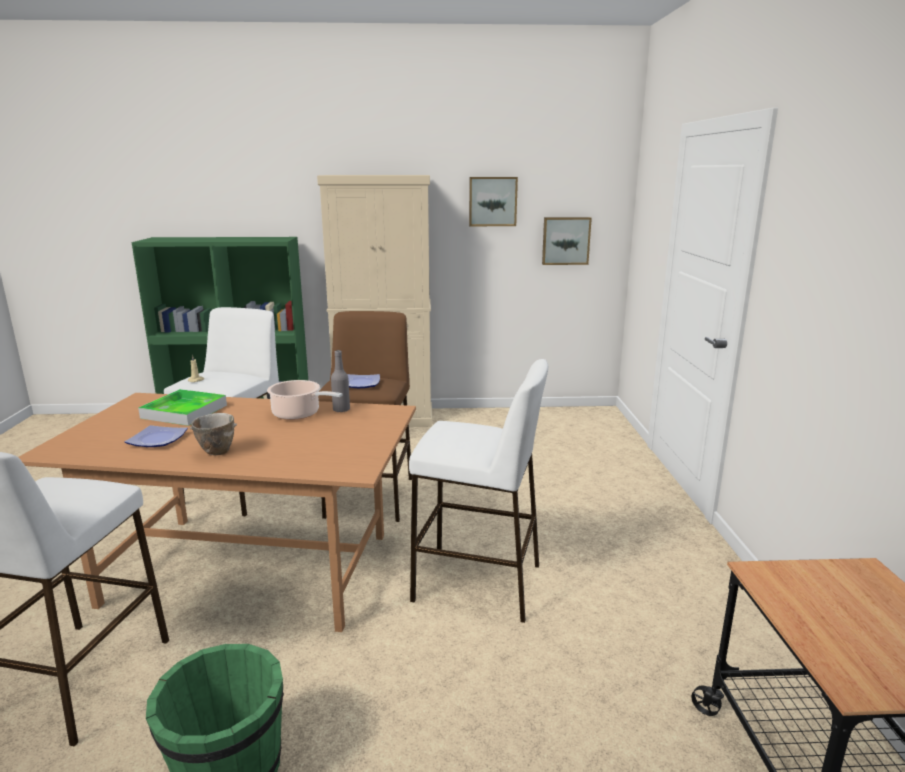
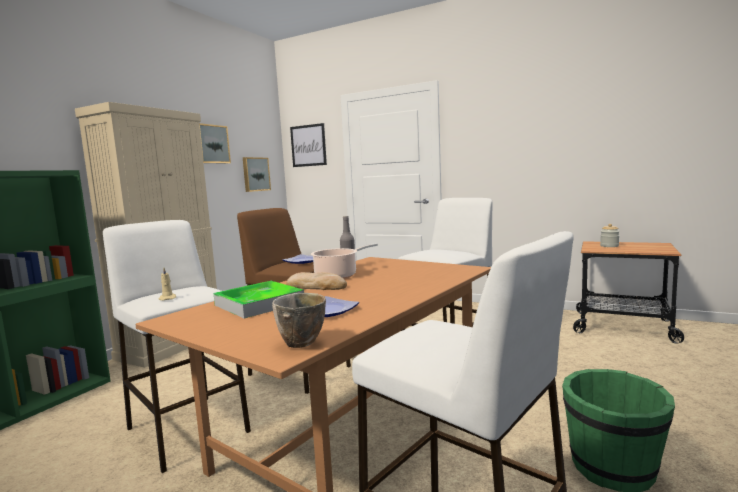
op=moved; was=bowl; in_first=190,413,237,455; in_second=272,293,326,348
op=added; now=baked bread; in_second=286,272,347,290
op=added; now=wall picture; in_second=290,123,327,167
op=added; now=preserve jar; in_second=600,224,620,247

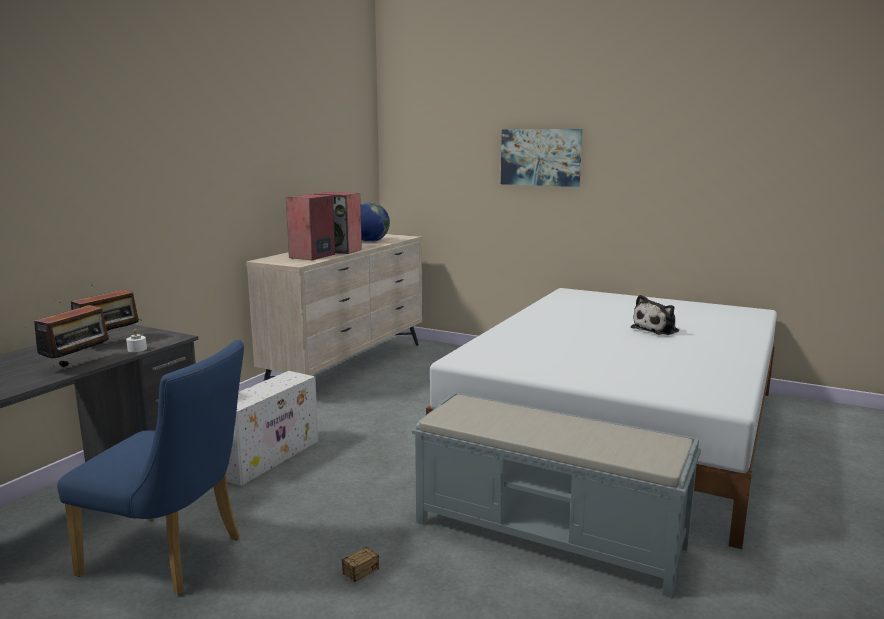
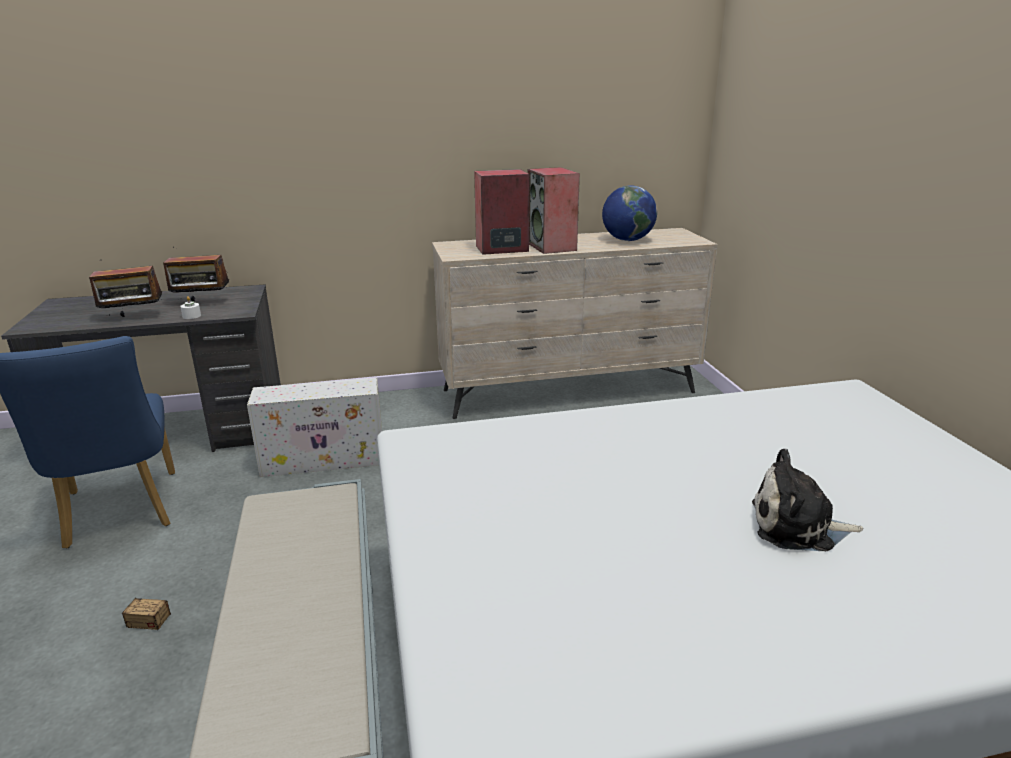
op=removed; was=wall picture; in_first=501,129,582,187

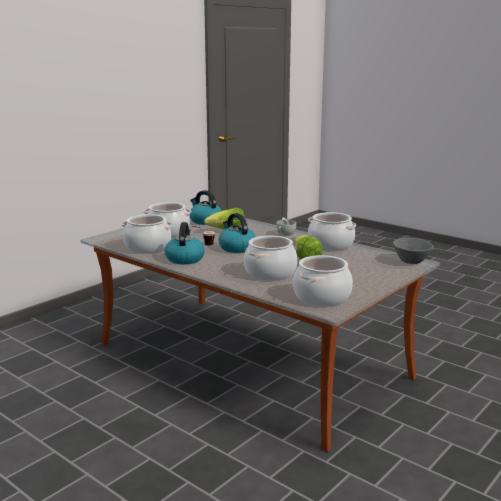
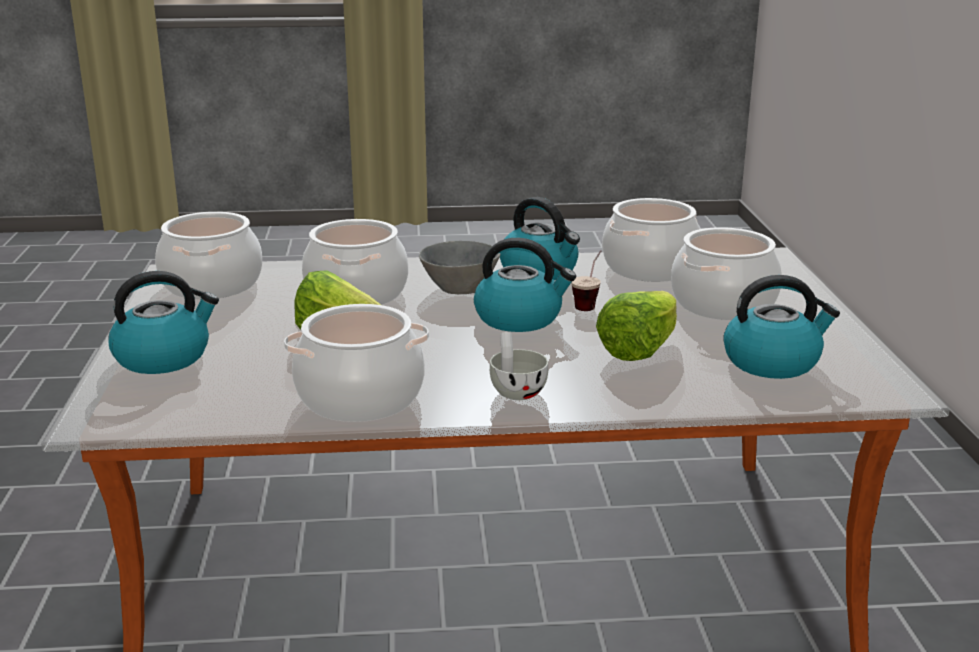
op=added; now=kettle; in_second=109,271,219,374
op=moved; was=bowl (greyish); in_first=393,238,433,264; in_second=419,241,500,294

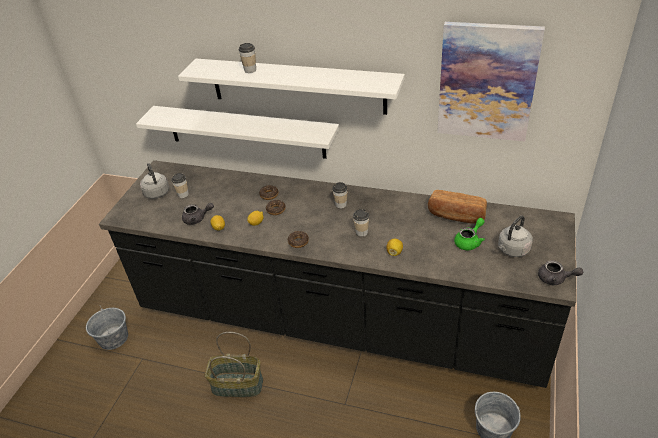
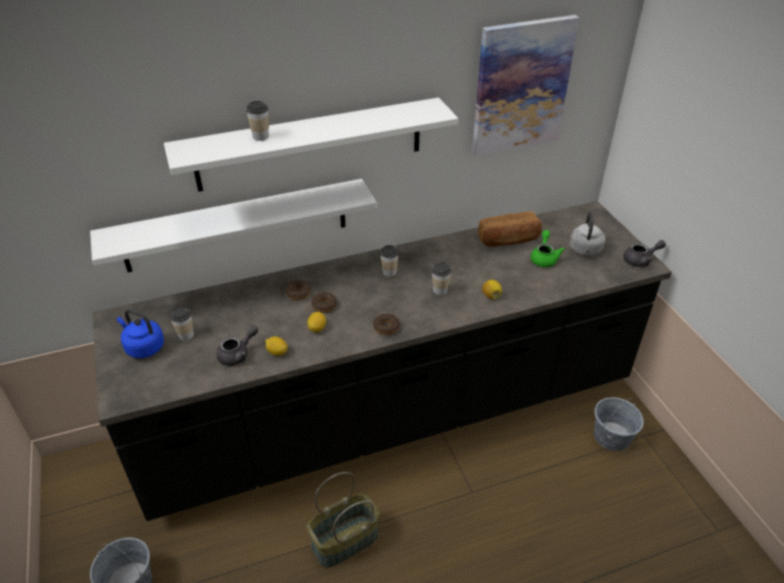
op=recoloured; was=kettle (greyish); now=kettle (blue-coloured); in_first=140,163,169,199; in_second=117,309,164,358

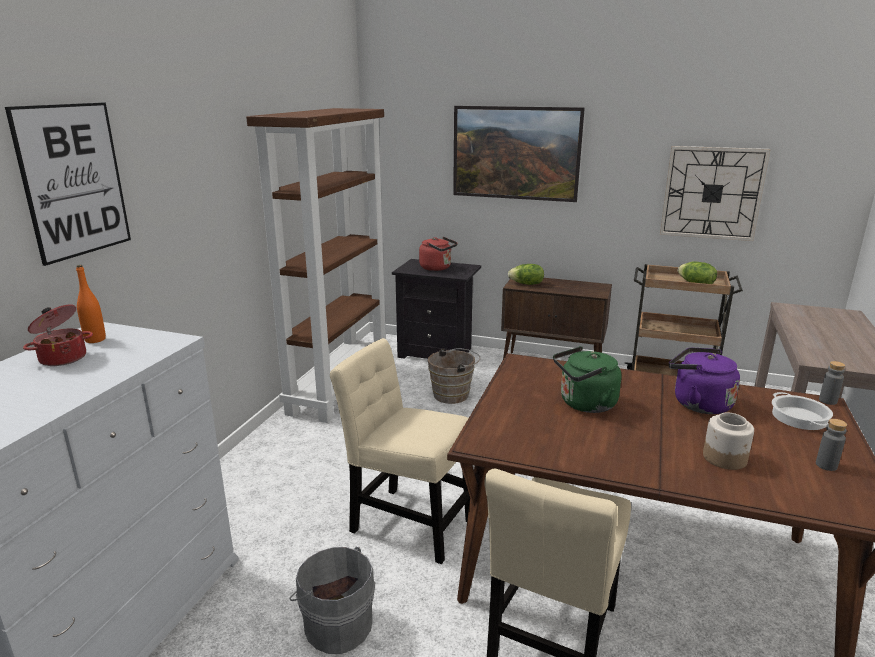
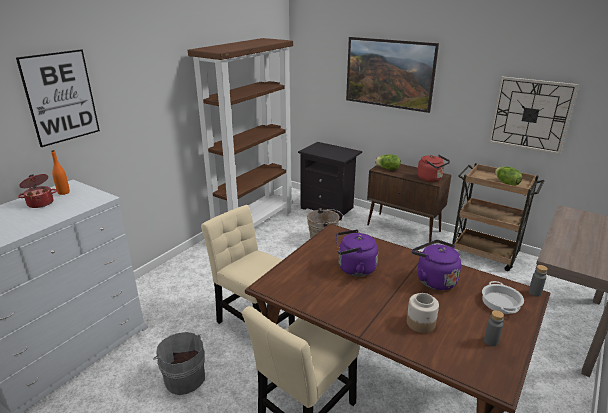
op=recoloured; was=kettle (greenish); now=kettle (purple); in_first=553,346,621,413; in_second=336,229,378,276
op=moved; was=kettle (red-coloured); in_first=419,237,458,271; in_second=417,155,450,182

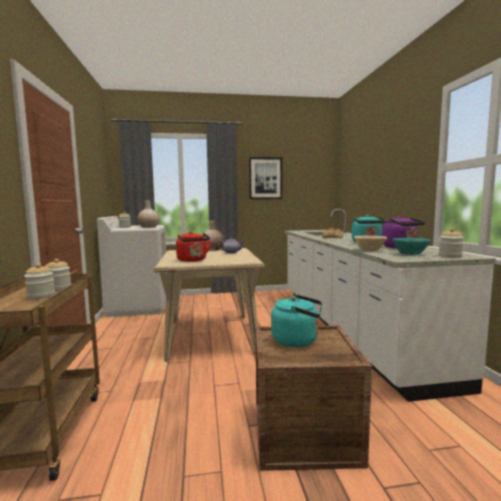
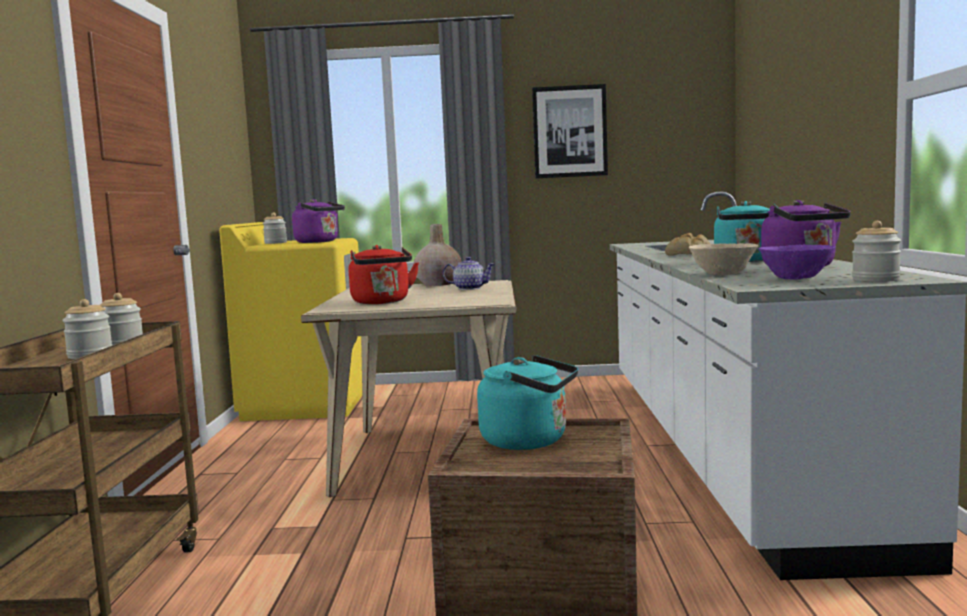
op=recoloured; was=washing machine (whitish); now=washing machine (yellow); in_first=97,216,167,317; in_second=219,222,362,421
op=replaced; was=flower vase (beige-coloured); now=kettle (purple); in_first=137,200,160,228; in_second=292,199,345,243
op=recoloured; was=bowl (turquoise-coloured); now=bowl (purple); in_first=393,238,431,255; in_second=759,245,836,280

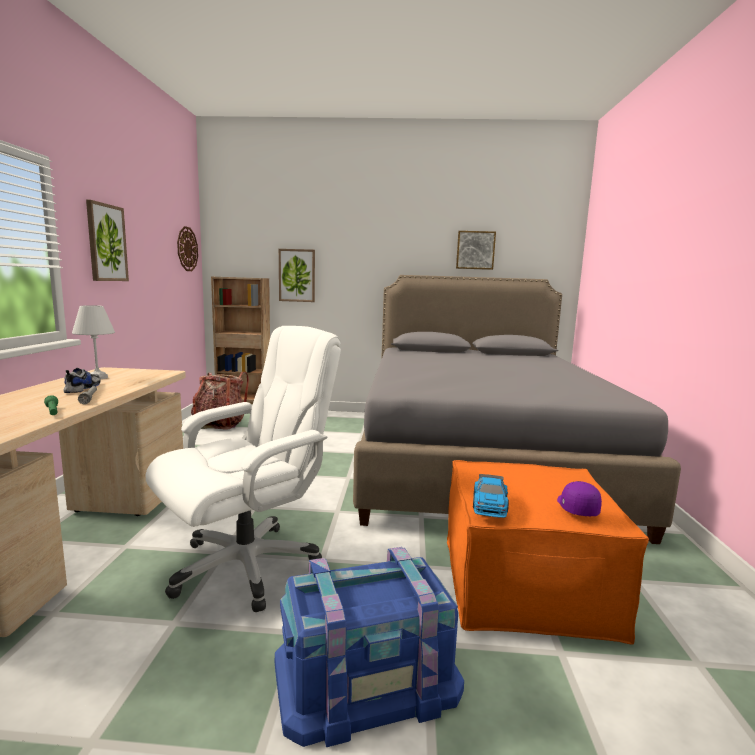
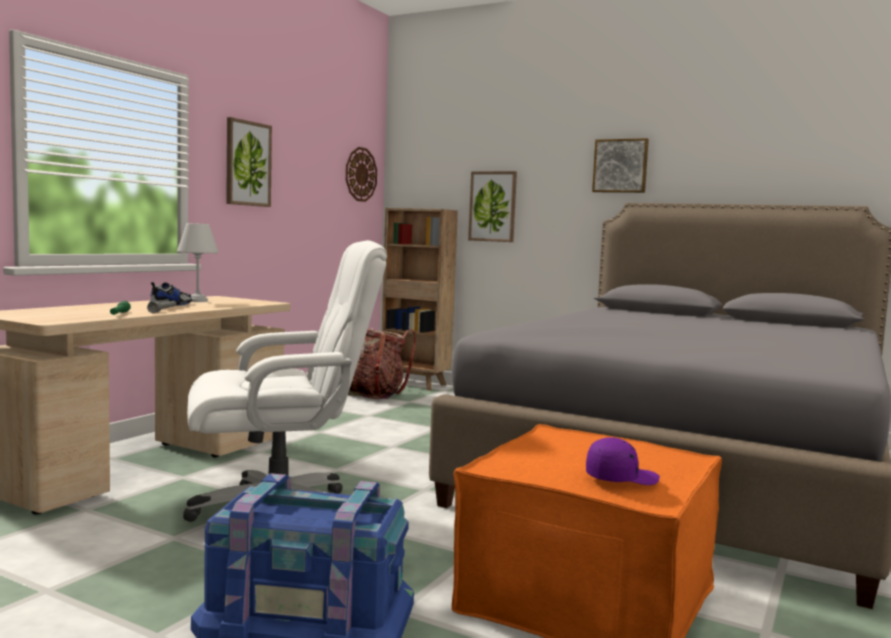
op=turned; was=peaked cap (purple); in_first=557,481,602,516; in_second=586,437,660,485; clockwise=45
op=moved; was=wall picture; in_first=456,231,496,270; in_second=592,138,649,193
op=removed; was=toy car; in_first=473,474,509,518

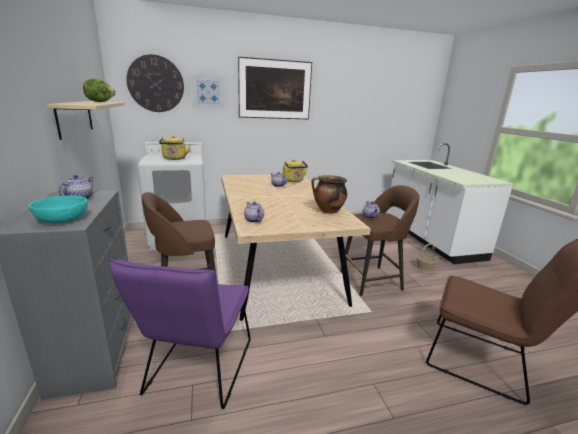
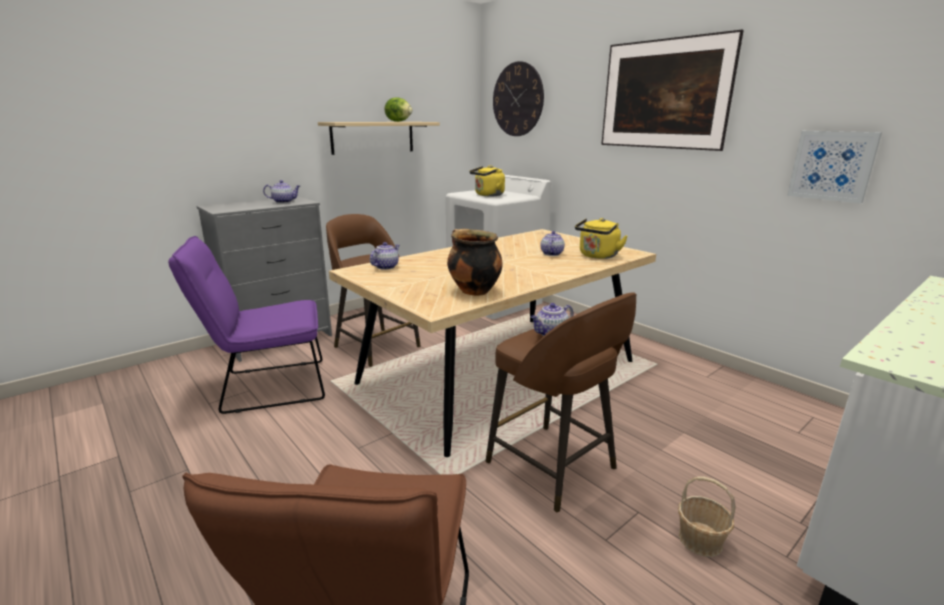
op=moved; was=wall picture; in_first=192,75,224,109; in_second=787,131,882,203
op=removed; was=bowl (turquoise-coloured); in_first=29,195,88,224

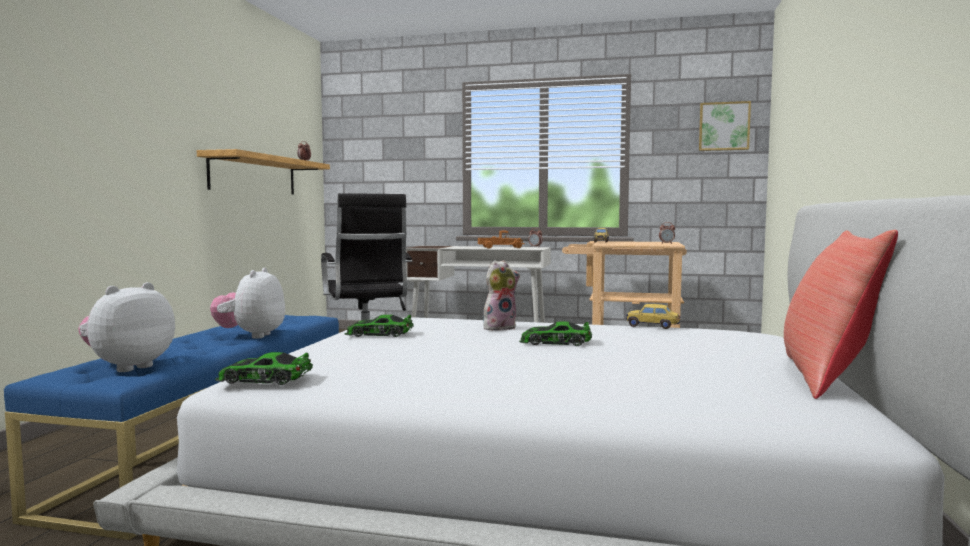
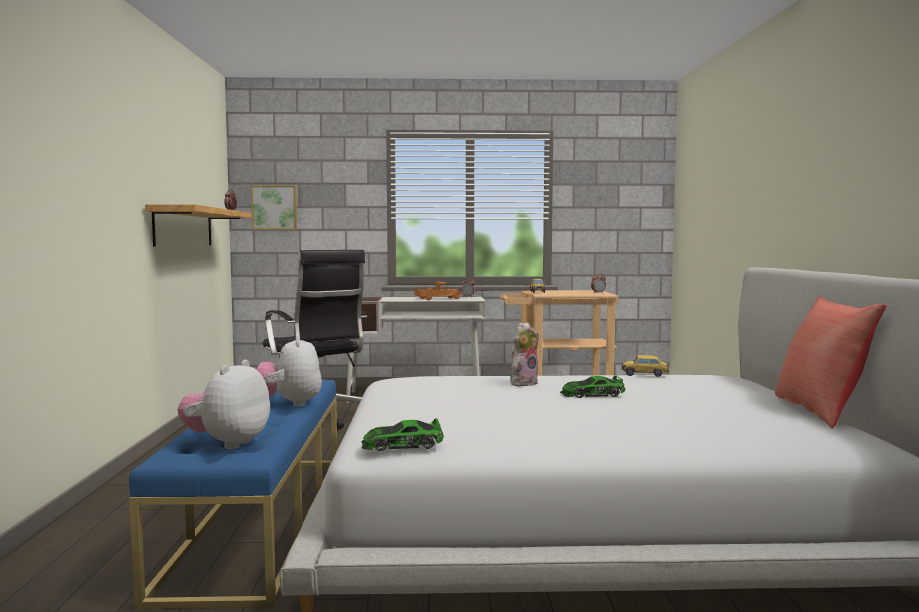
op=moved; was=wall picture; in_first=699,101,751,151; in_second=251,185,297,230
op=removed; was=toy car; in_first=345,315,414,337

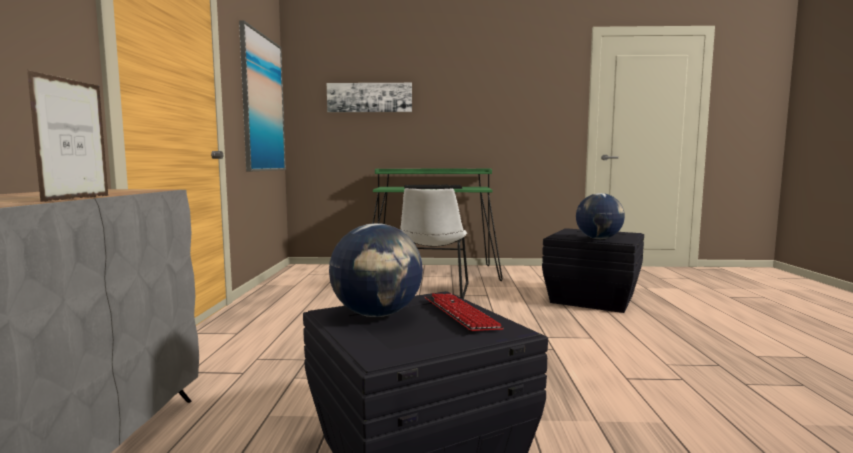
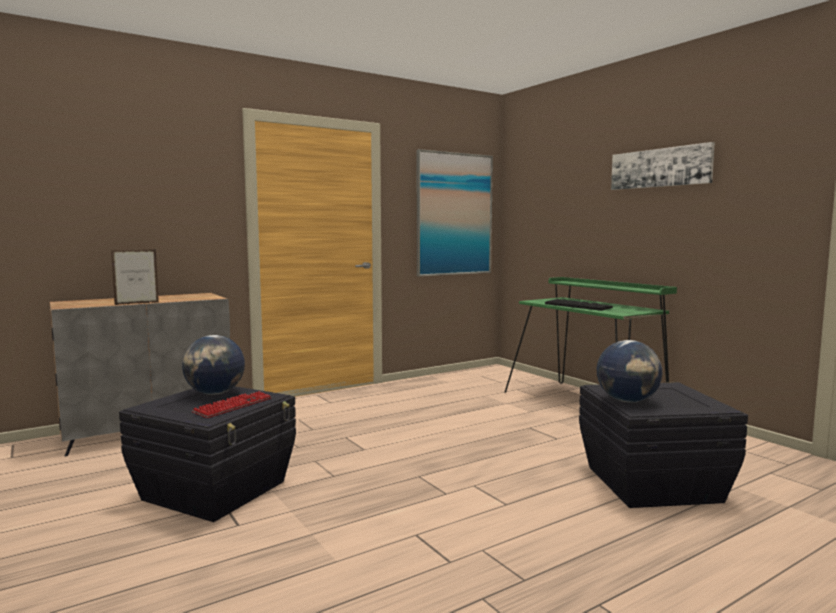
op=moved; was=wall picture; in_first=327,83,412,113; in_second=611,142,715,190
op=removed; was=upright chair (whitish); in_first=401,188,468,299

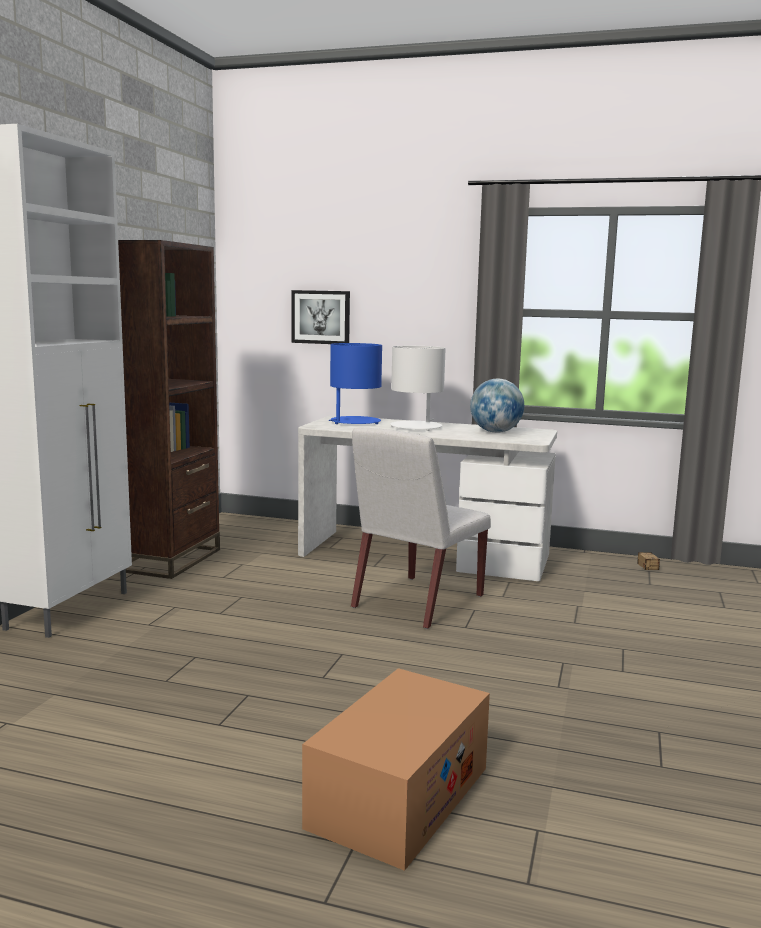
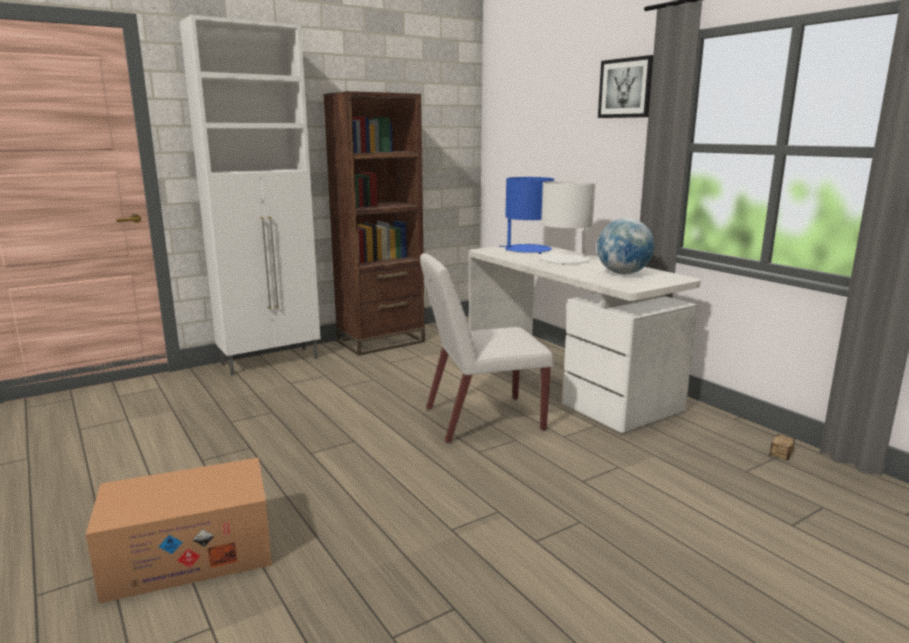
op=moved; was=wall picture; in_first=292,290,350,344; in_second=598,55,653,118

